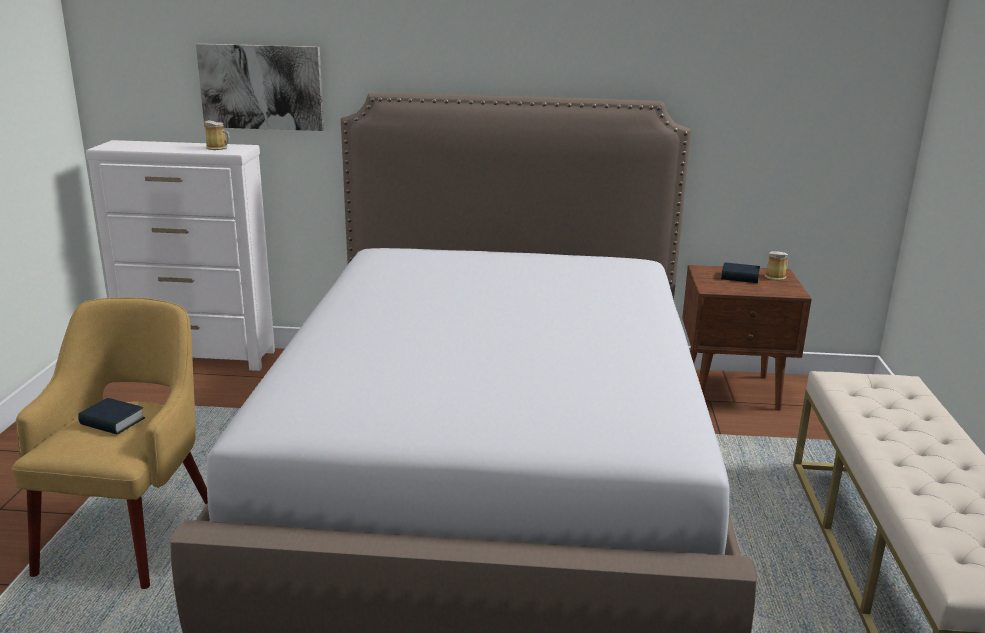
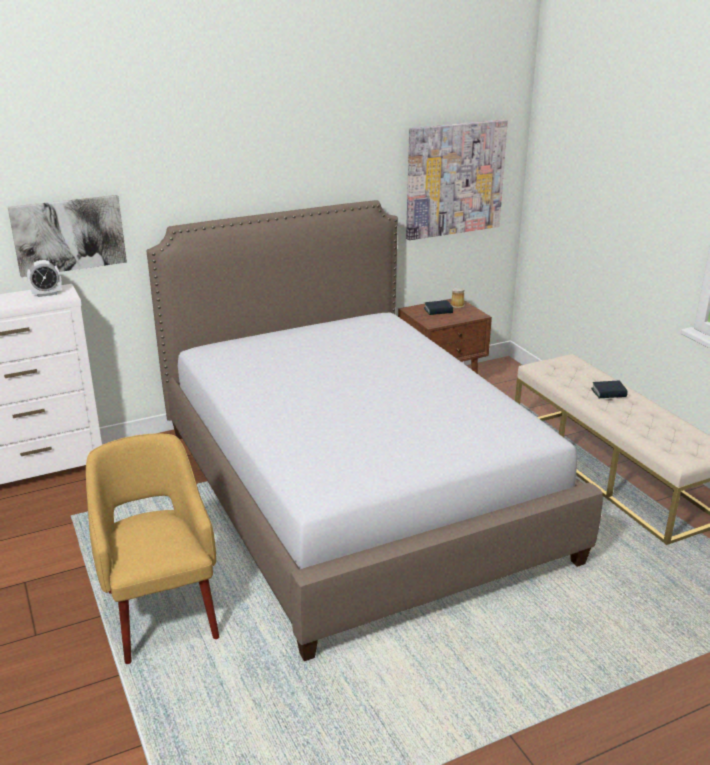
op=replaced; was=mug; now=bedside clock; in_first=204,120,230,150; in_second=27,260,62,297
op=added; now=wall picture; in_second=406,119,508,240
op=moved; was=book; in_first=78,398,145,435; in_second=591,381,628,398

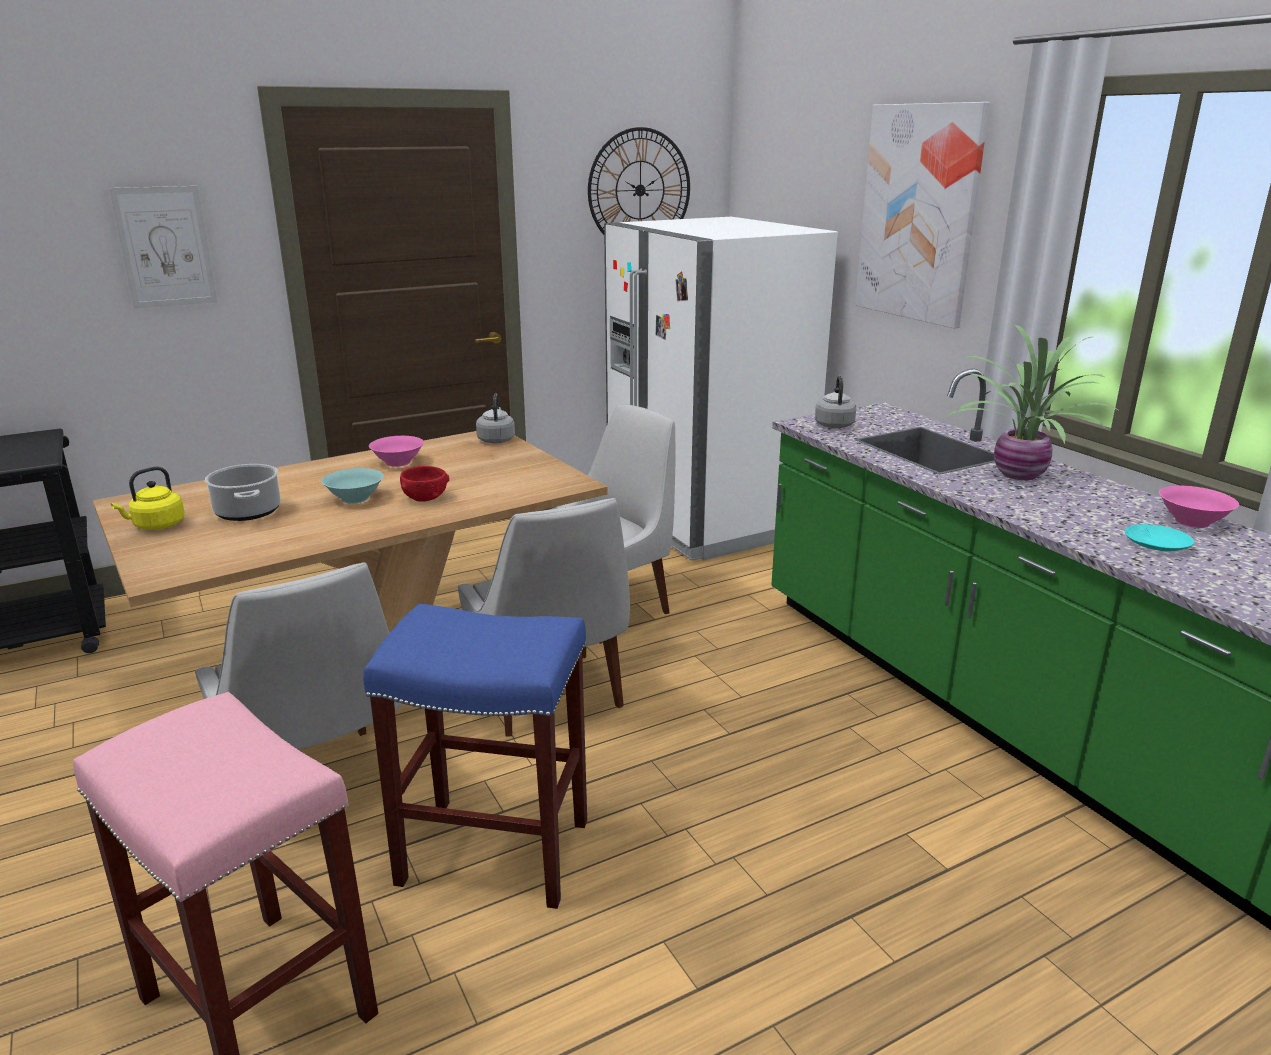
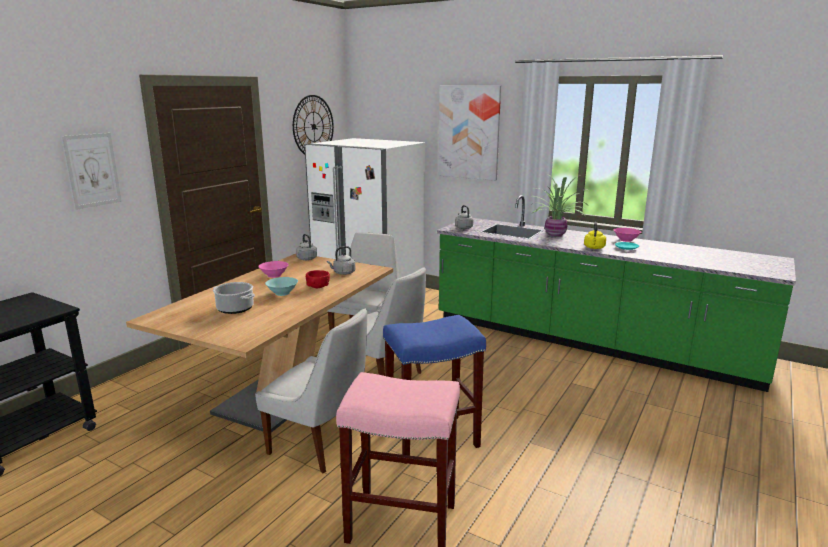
op=added; now=kettle (greyish); in_second=327,246,355,275
op=moved; was=kettle (yellow); in_first=111,466,185,530; in_second=584,222,606,249

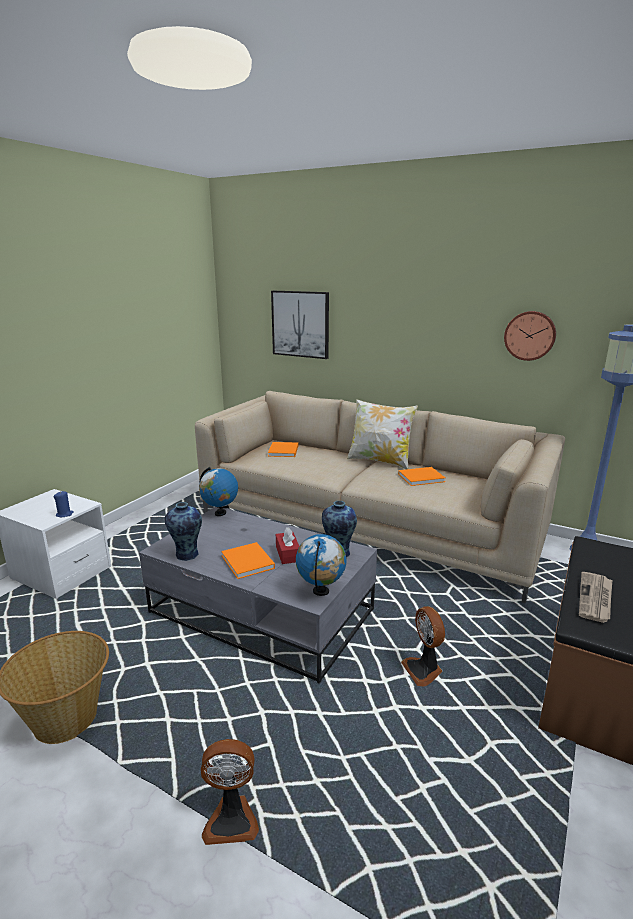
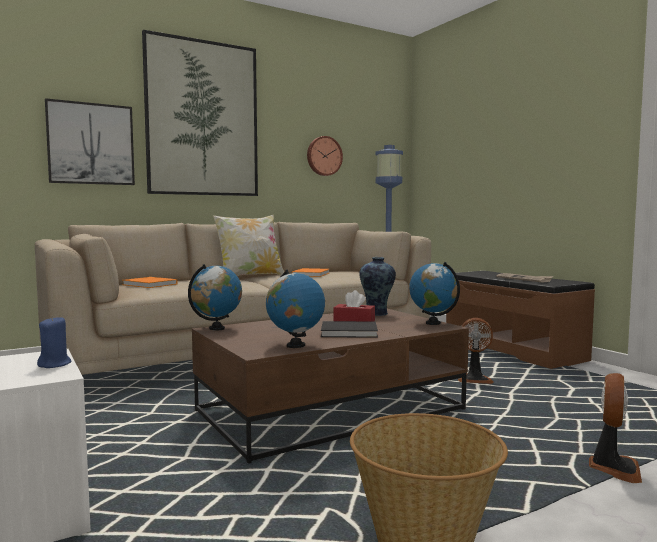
op=added; now=wall picture; in_second=142,30,258,196
op=recoloured; was=lounge table (greyish); now=lounge table (brown); in_first=139,507,377,684; in_second=192,309,469,464
op=replaced; was=flower vase; now=globe; in_first=165,502,202,561; in_second=266,270,325,348
op=recoloured; was=book (orangey); now=book (black); in_first=221,542,275,579; in_second=321,321,378,338

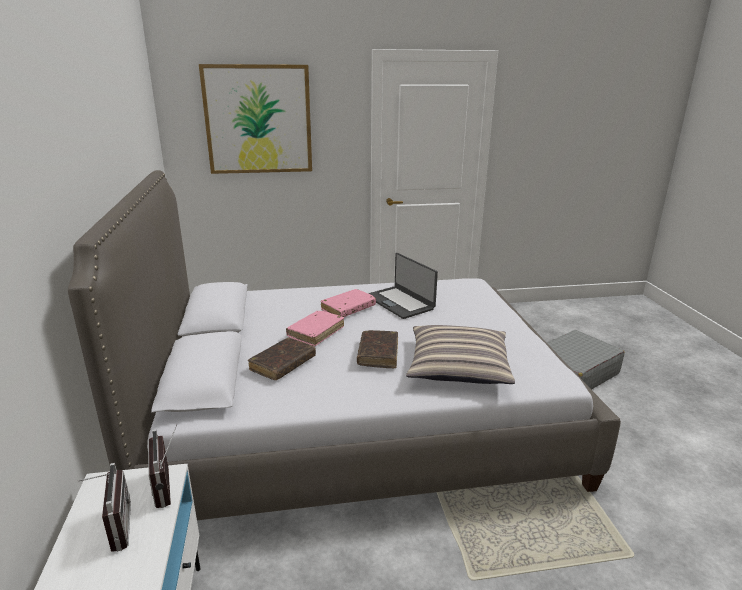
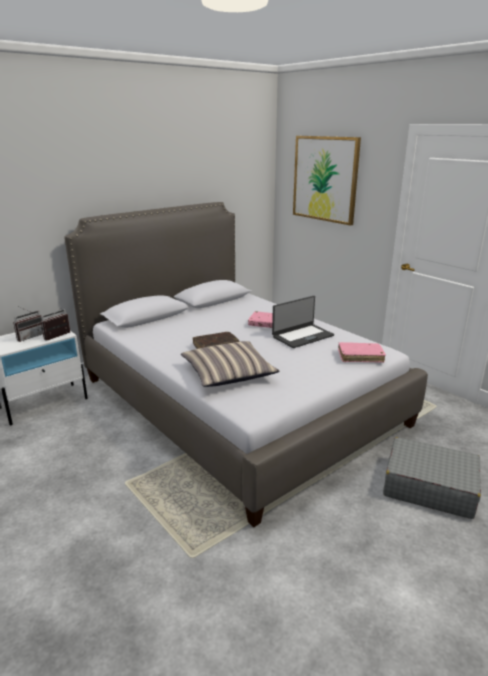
op=turned; was=notebook computer; in_first=368,253,438,319; in_second=272,296,334,348; clockwise=-150
op=moved; was=book (pinkish); in_first=286,311,344,346; in_second=338,342,386,363
op=removed; was=book (brown); in_first=248,338,316,380

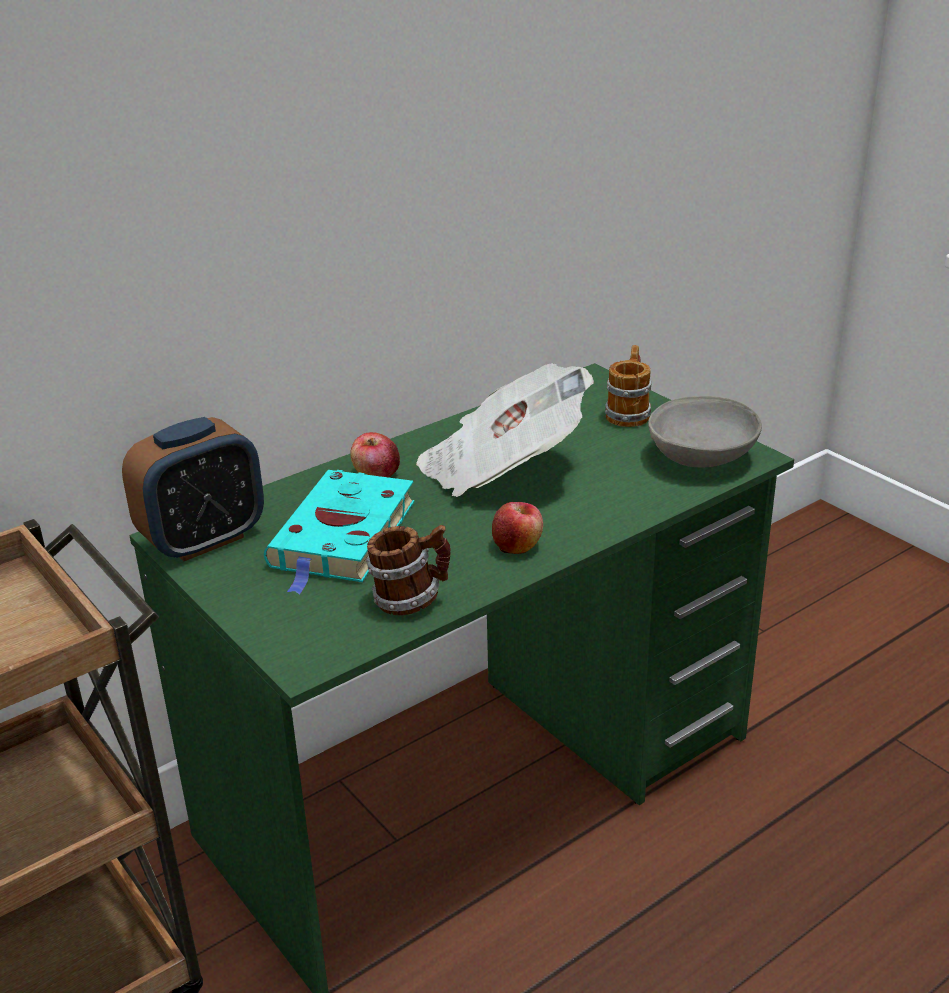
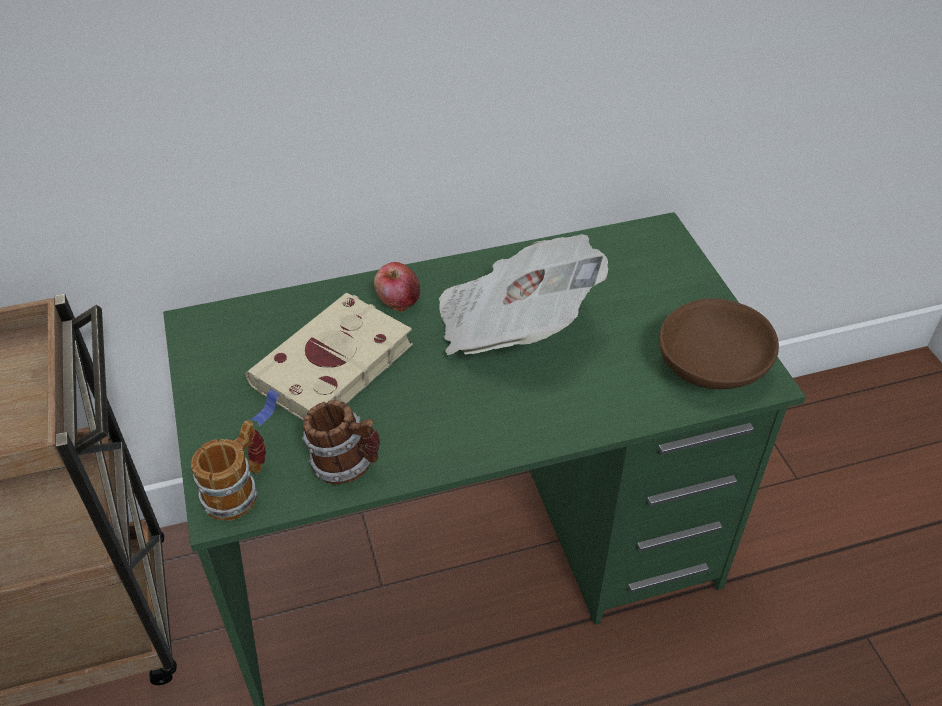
op=moved; was=mug; in_first=605,345,652,427; in_second=191,420,266,521
op=recoloured; was=book (turquoise-coloured); now=book (beige-coloured); in_first=264,470,415,595; in_second=246,293,413,427
op=recoloured; was=bowl (greyish); now=bowl (brown); in_first=648,396,762,467; in_second=659,298,779,389
op=removed; was=bedside clock; in_first=122,417,264,561
op=removed; was=apple fruit; in_first=492,502,543,554

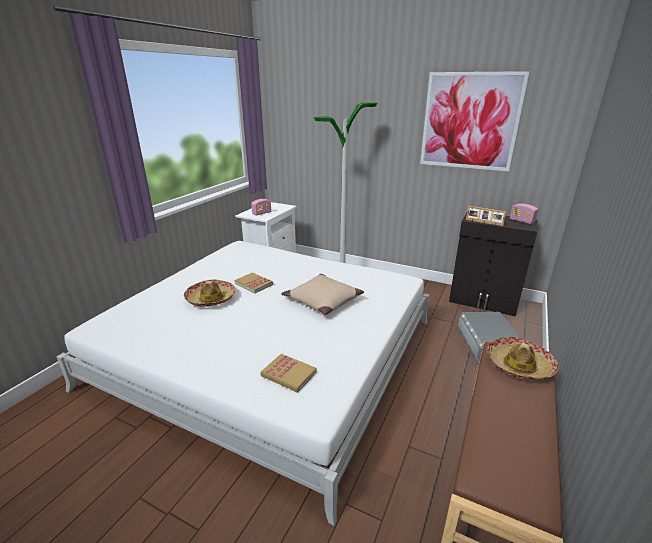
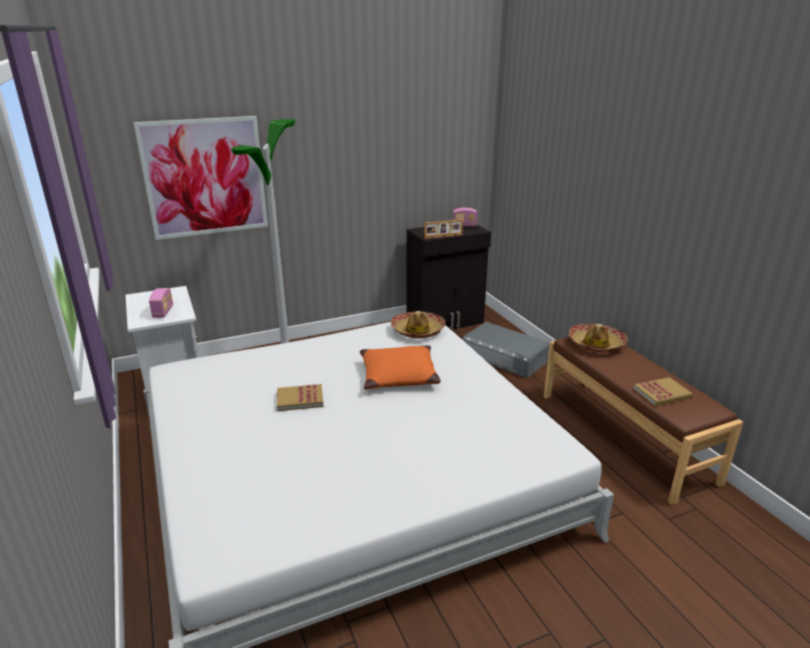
op=moved; was=wall picture; in_first=420,71,530,172; in_second=133,116,268,240
op=recoloured; was=throw pillow (beige-coloured); now=throw pillow (orangey); in_first=281,274,364,315; in_second=360,345,441,389
op=moved; was=clothing hat; in_first=184,279,236,307; in_second=391,311,445,339
op=moved; was=book; in_first=260,354,317,393; in_second=633,377,693,406

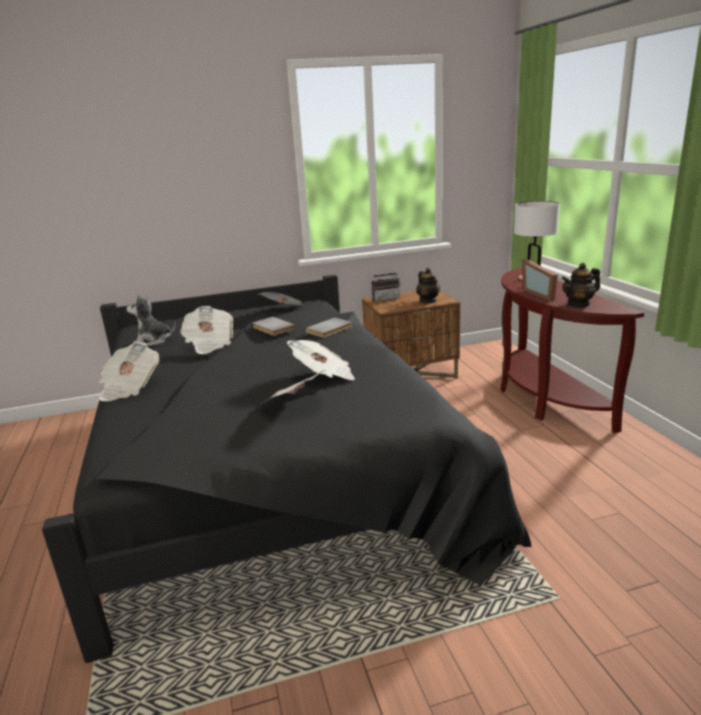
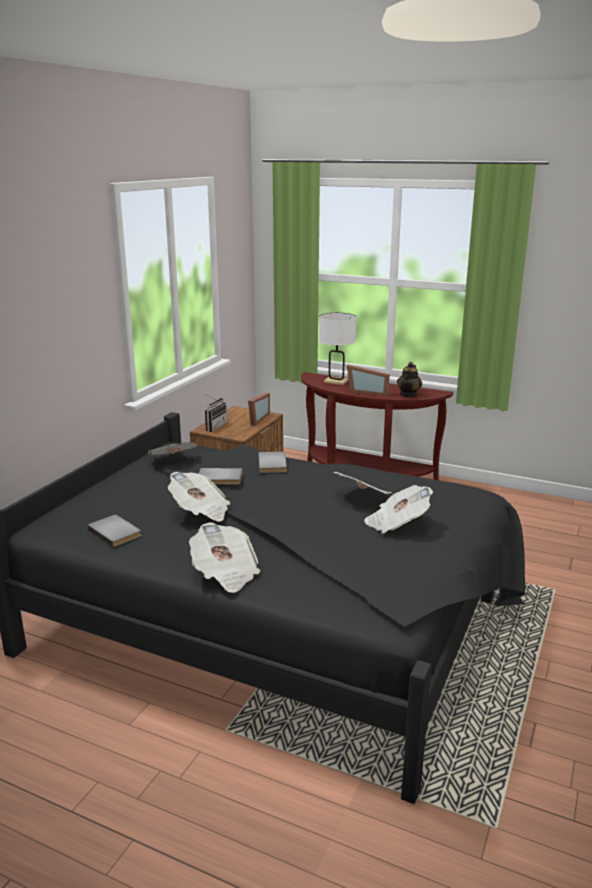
op=replaced; was=plush toy; now=book (greyish); in_first=127,295,176,346; in_second=88,515,141,547
op=replaced; was=teapot; now=picture frame; in_first=416,268,440,303; in_second=248,393,270,426

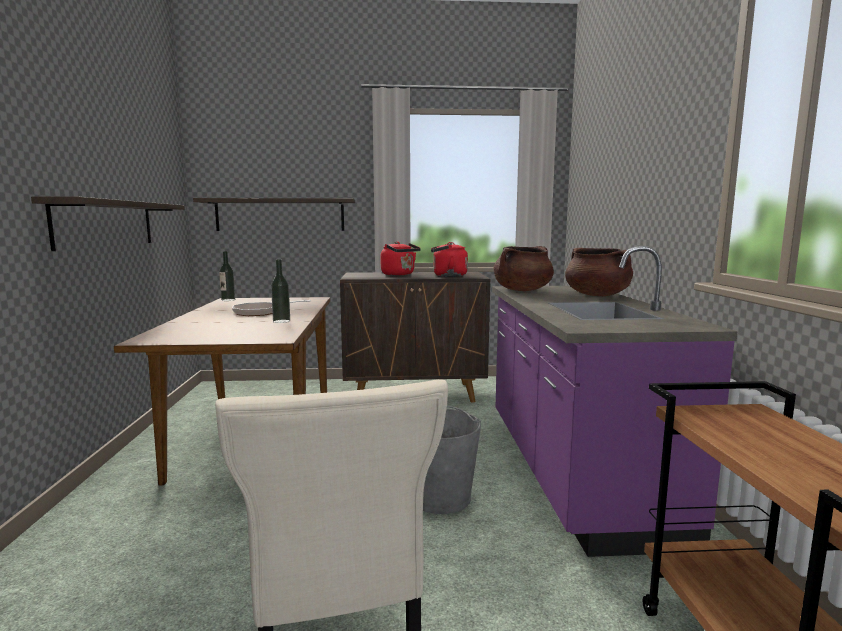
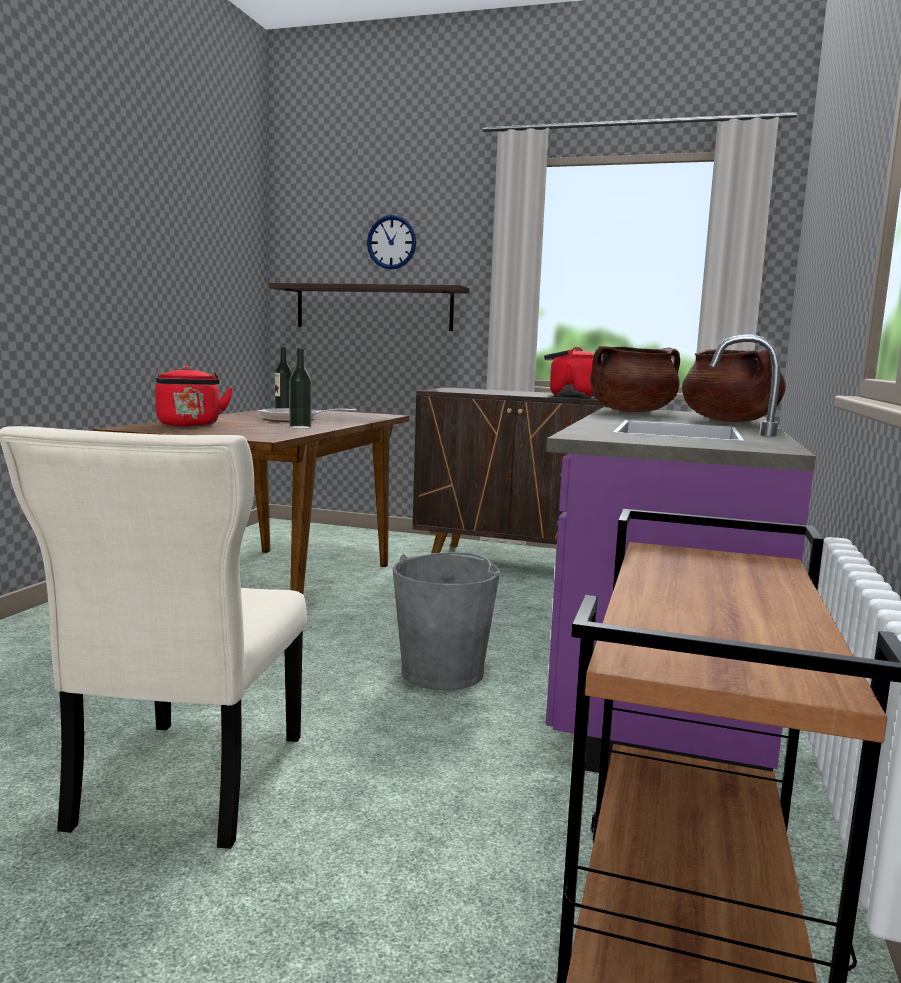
op=moved; was=kettle (red-coloured); in_first=381,241,421,275; in_second=155,365,233,427
op=added; now=wall clock; in_second=367,215,416,270
op=removed; was=shelf; in_first=31,196,184,251

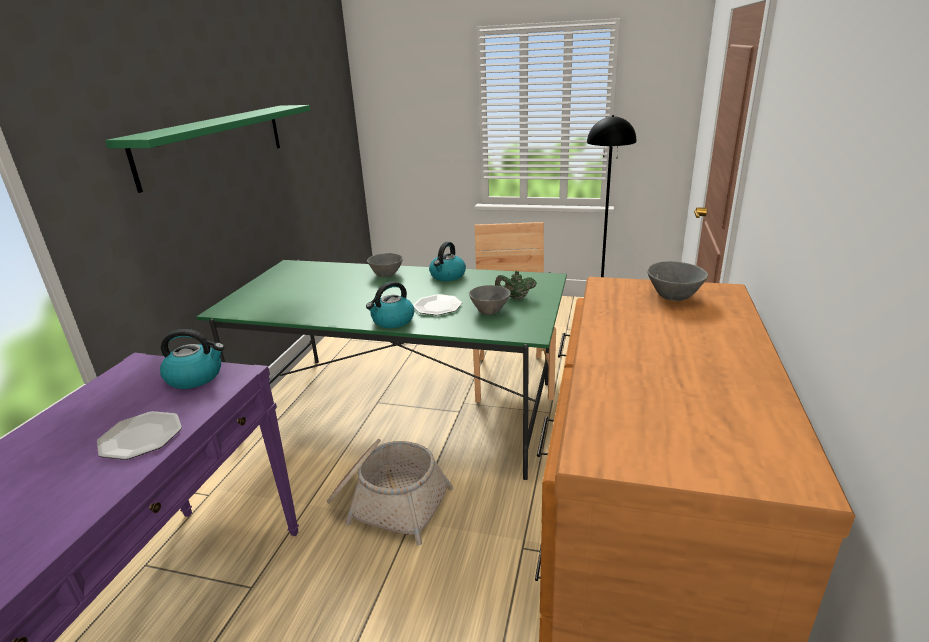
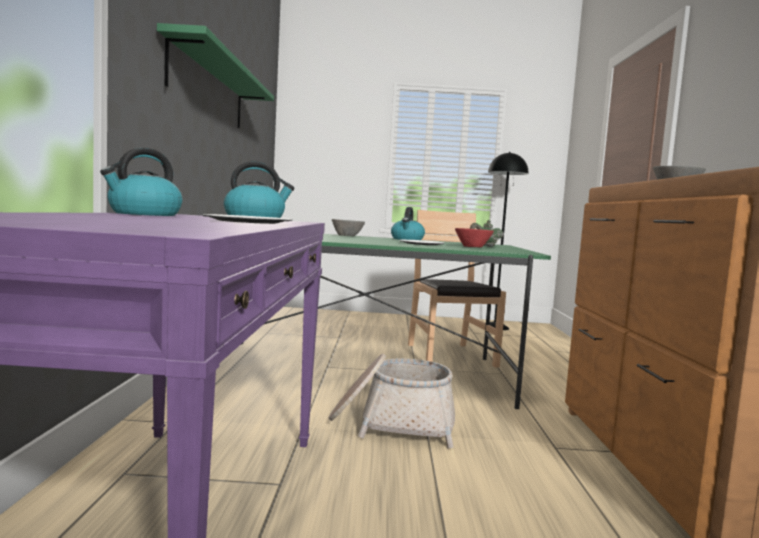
op=moved; was=kettle; in_first=366,281,414,328; in_second=100,148,183,216
op=recoloured; was=bowl (greyish); now=bowl (red-coloured); in_first=469,285,511,315; in_second=455,228,494,247

